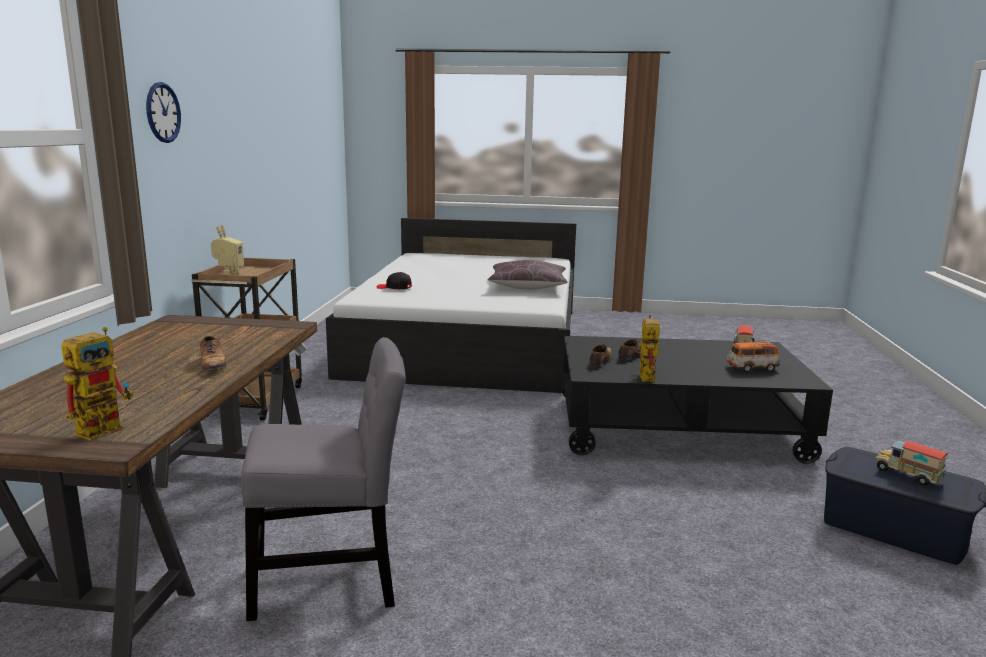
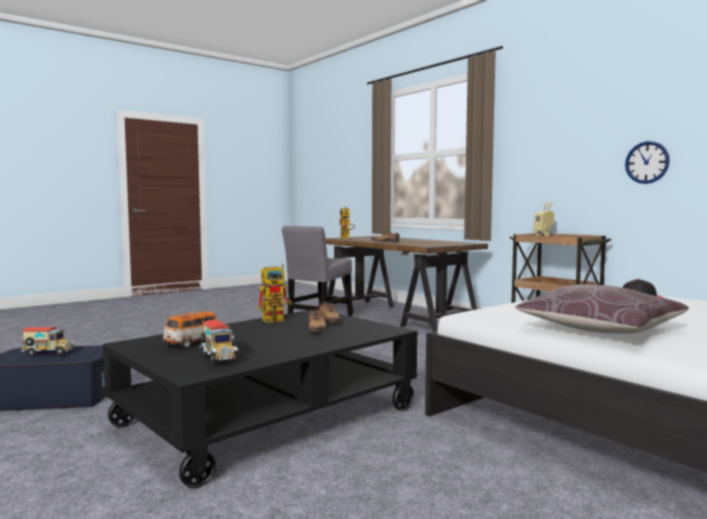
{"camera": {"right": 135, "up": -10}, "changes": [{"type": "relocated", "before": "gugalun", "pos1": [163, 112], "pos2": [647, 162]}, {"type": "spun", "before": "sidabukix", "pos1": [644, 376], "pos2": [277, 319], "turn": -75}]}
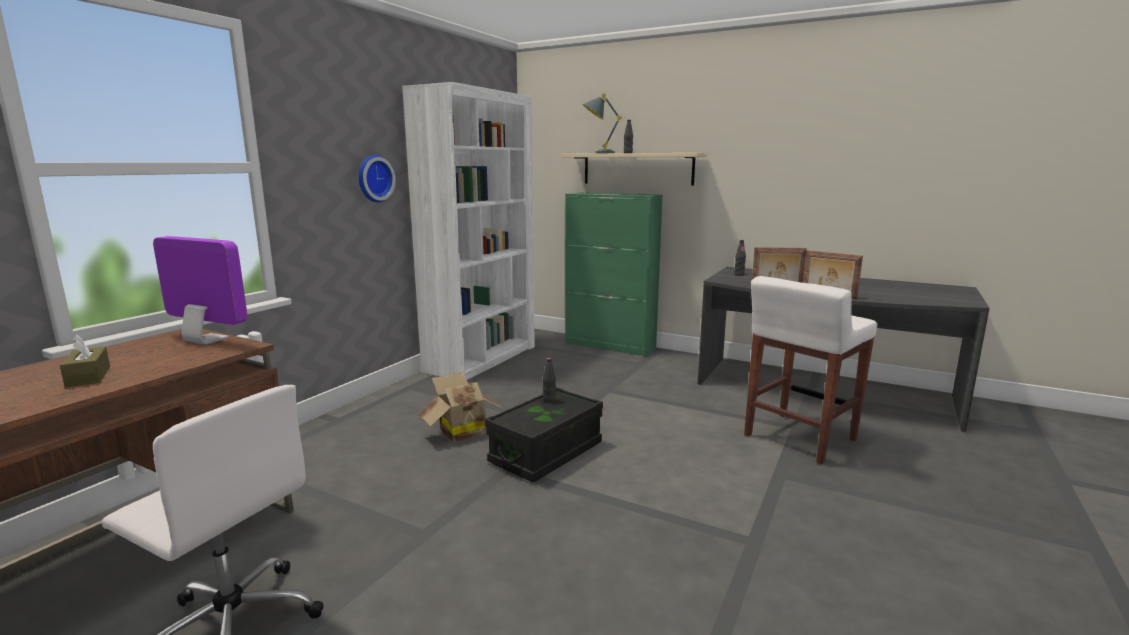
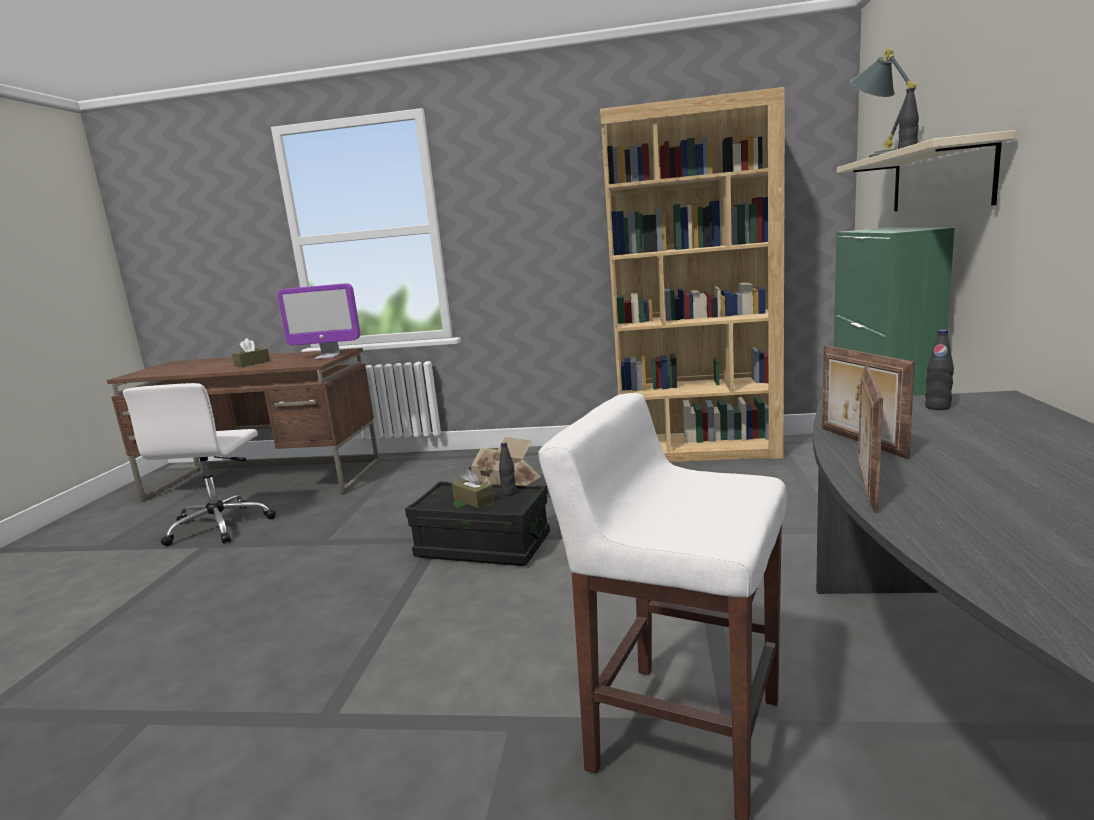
{"camera": {"right": 70, "up": 0}, "changes": [{"type": "colour", "before": "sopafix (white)", "after": "sopafix (brown)", "pos1": [482, 358], "pos2": [699, 450]}, {"type": "missing", "before": "gugalun", "pos1": [373, 178]}, {"type": "spun", "before": "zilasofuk", "pos1": [206, 340], "pos2": [327, 356], "turn": 90}, {"type": "appeared", "after": "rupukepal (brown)", "pos2": [473, 500]}]}
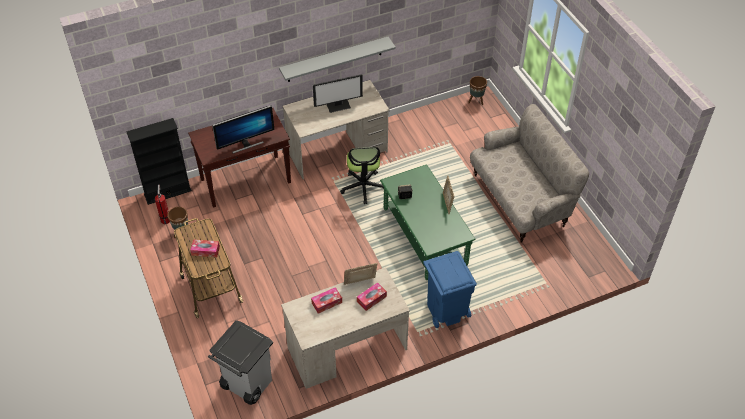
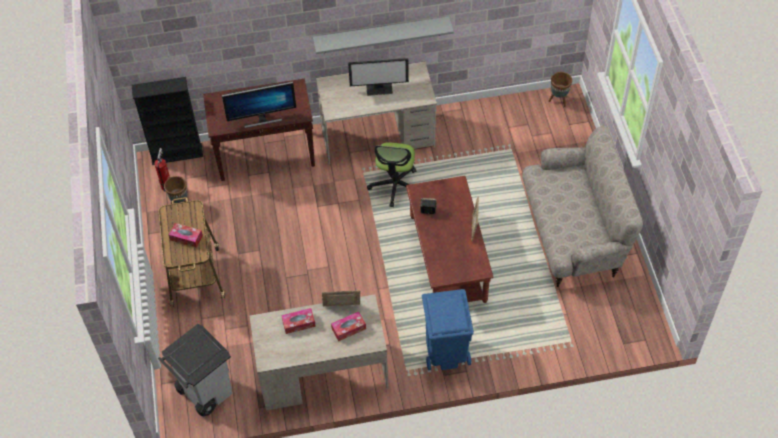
{"camera": {"right": 15, "up": 5}, "changes": [{"type": "colour", "before": "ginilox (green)", "after": "ginilox (brown)", "pos1": [424, 236], "pos2": [447, 258]}]}
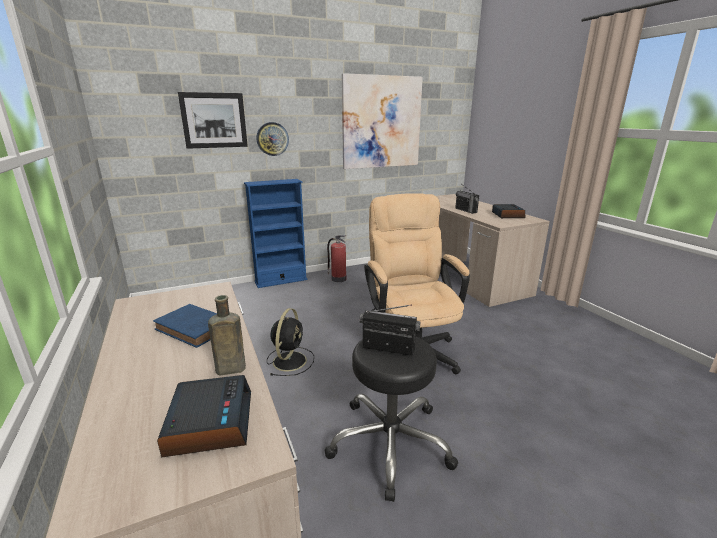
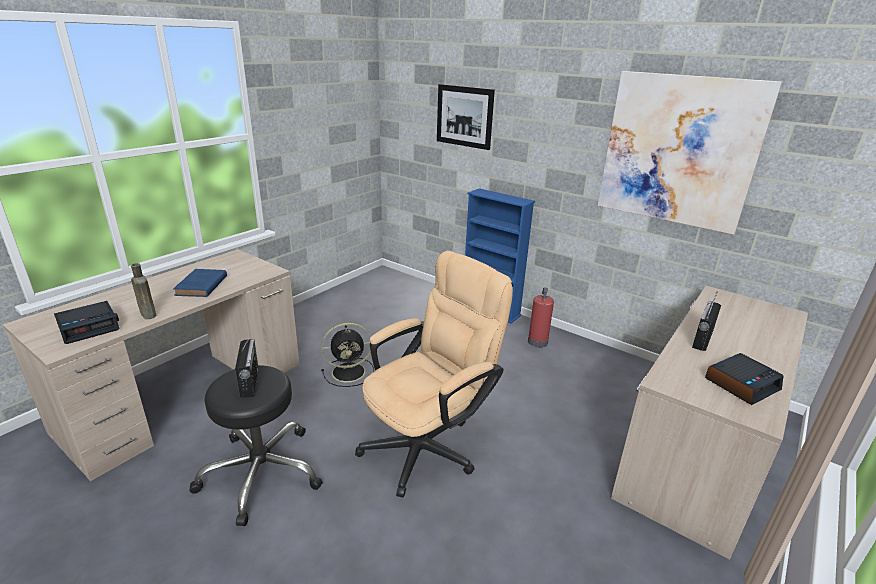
{"camera": {"right": 60, "up": 5}, "changes": [{"type": "missing", "before": "gugalun", "pos1": [272, 139]}]}
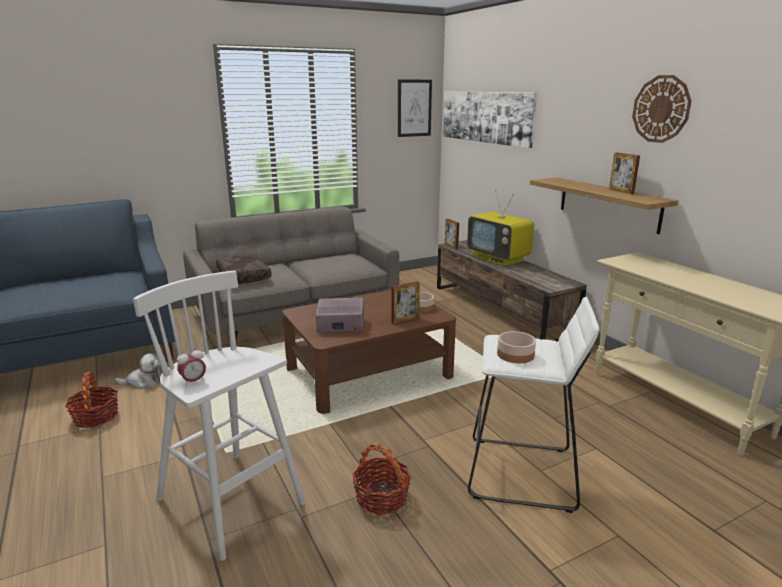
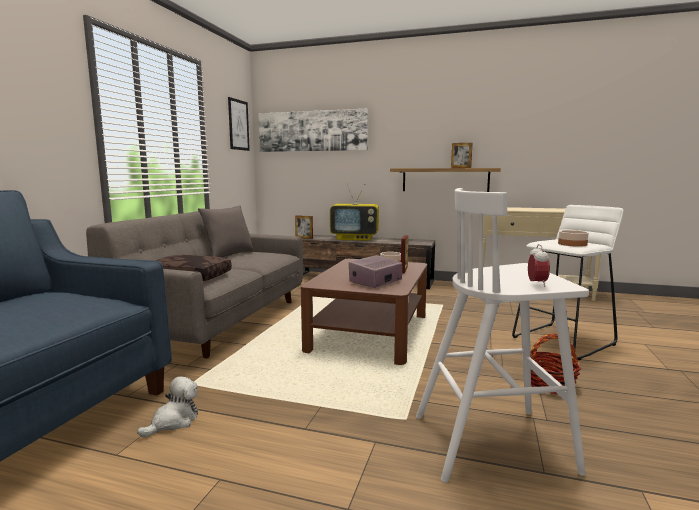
{"camera": {"right": -45, "up": -10}, "changes": [{"type": "missing", "before": "gugalun", "pos1": [661, 109]}, {"type": "missing", "before": "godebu", "pos1": [96, 417]}, {"type": "appeared", "after": "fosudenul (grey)", "pos2": [228, 255]}]}
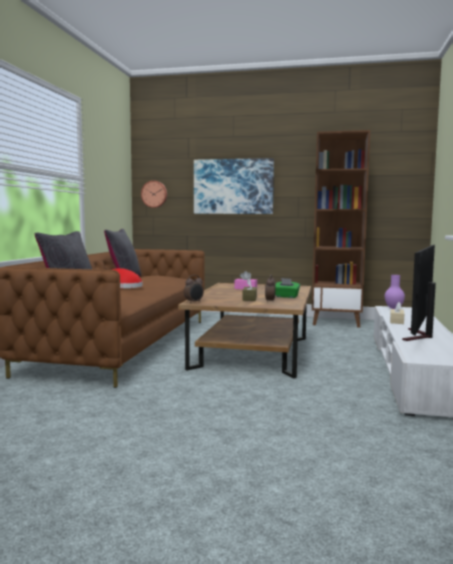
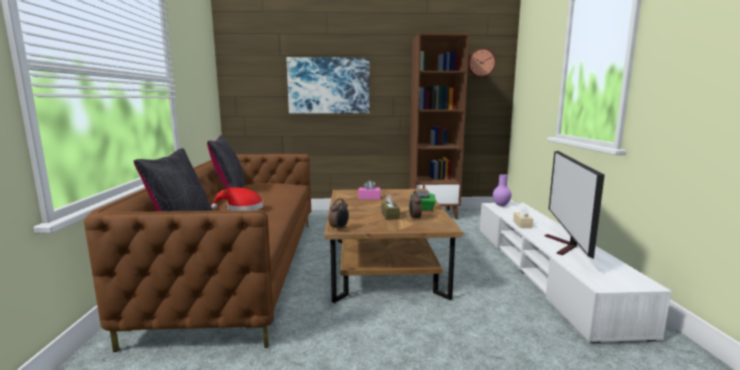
{"camera": {"right": -15, "up": 5}, "changes": [{"type": "relocated", "before": "gugalun", "pos1": [154, 194], "pos2": [481, 63]}]}
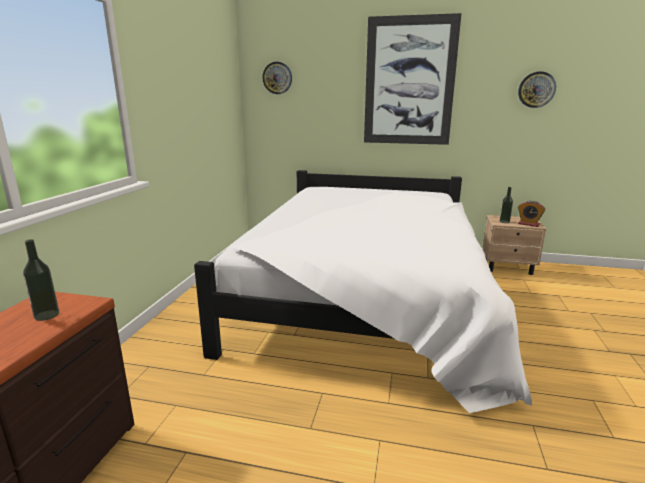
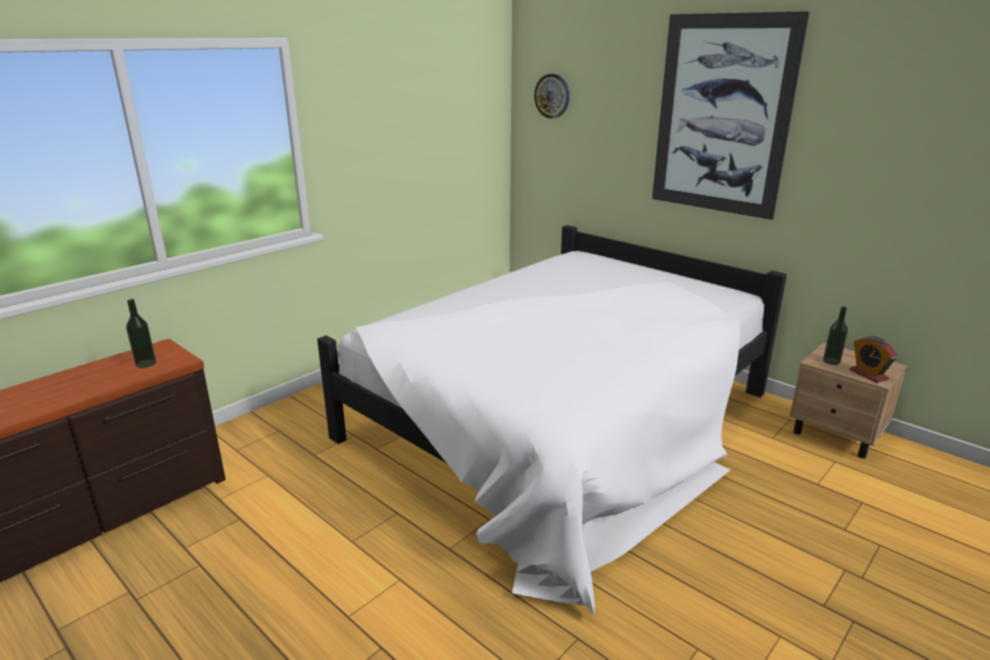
{"camera": {"right": 30, "up": 5}, "changes": [{"type": "missing", "before": "gugalun", "pos1": [536, 89]}]}
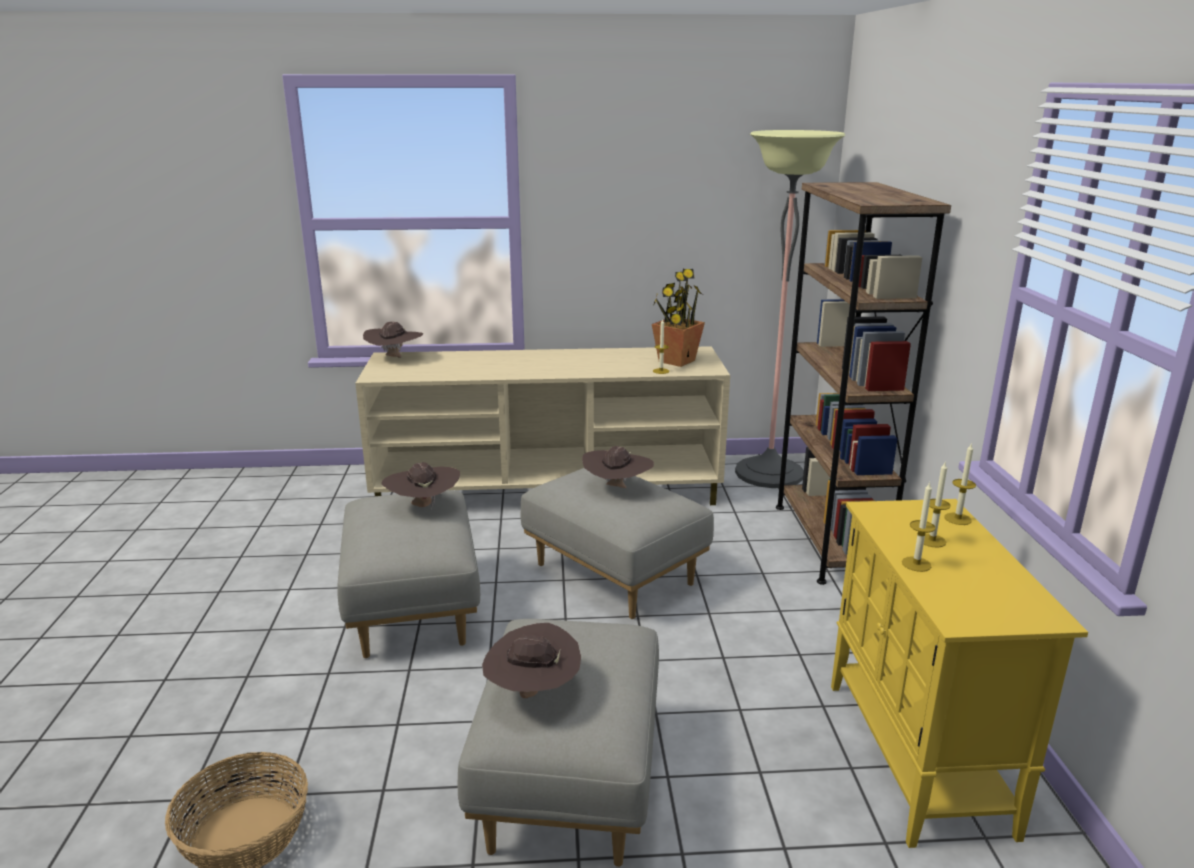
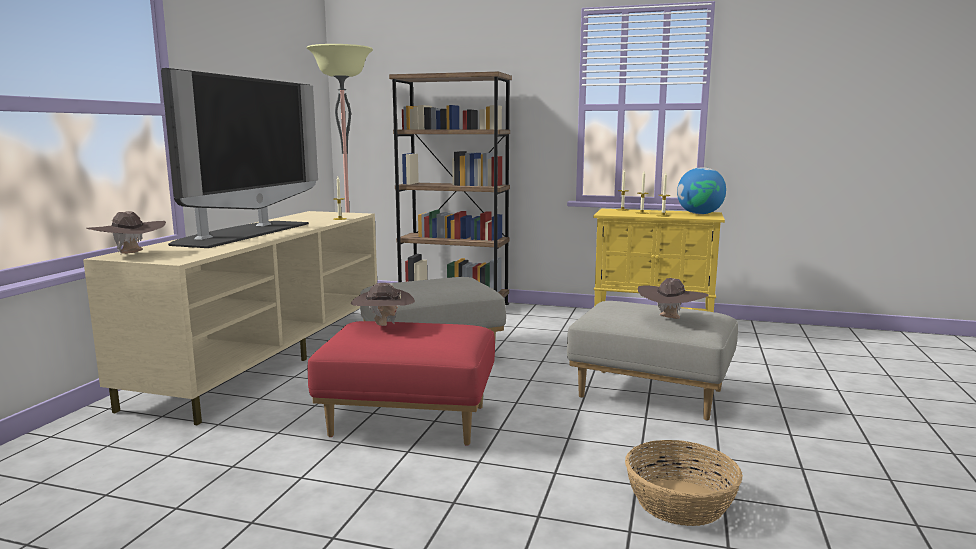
{"camera": {"right": -70, "up": -10}, "changes": [{"type": "missing", "before": "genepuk", "pos1": [676, 361]}, {"type": "missing", "before": "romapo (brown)", "pos1": [617, 488]}, {"type": "colour", "before": "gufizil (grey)", "after": "gufizil (red)", "pos1": [414, 609], "pos2": [410, 420]}, {"type": "appeared", "after": "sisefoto", "pos2": [242, 233]}, {"type": "appeared", "after": "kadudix", "pos2": [699, 214]}]}
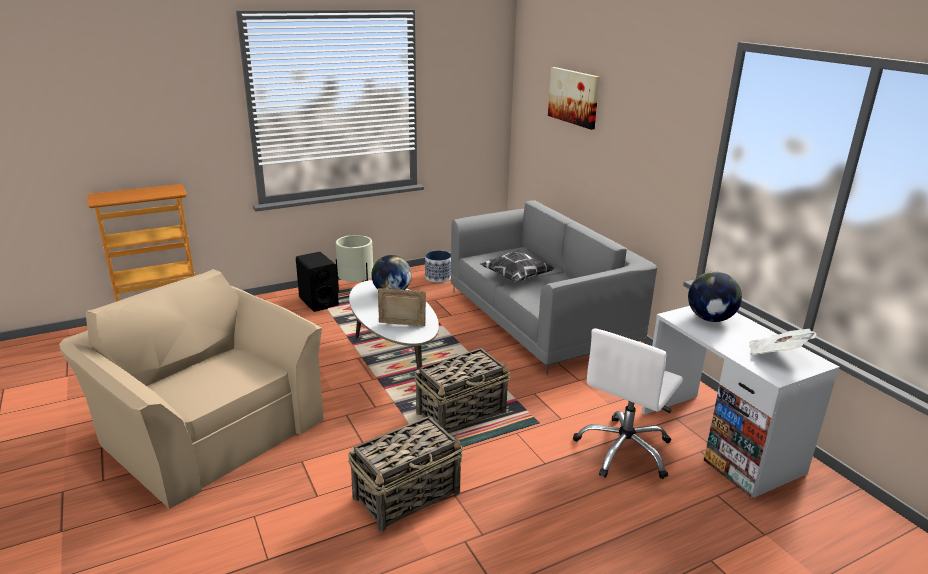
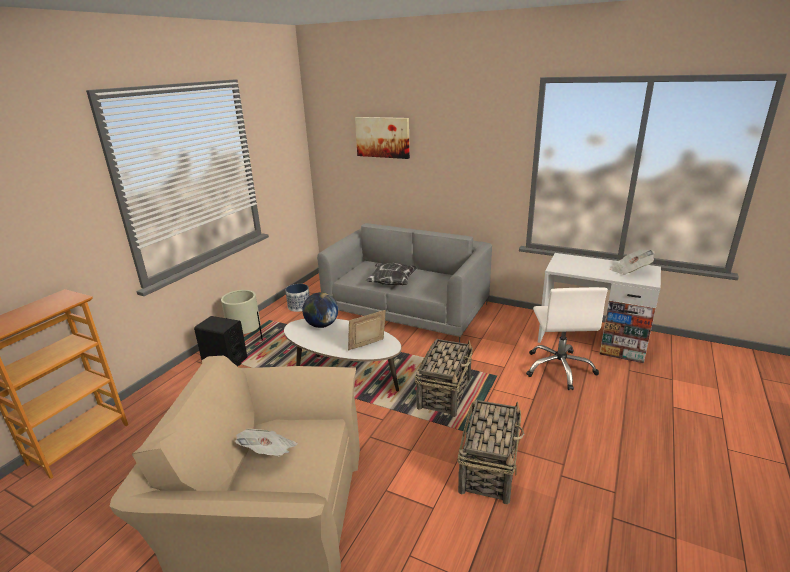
{"camera": {"right": -35, "up": 0}, "changes": [{"type": "missing", "before": "kadudix", "pos1": [710, 319]}, {"type": "appeared", "after": "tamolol", "pos2": [269, 453]}]}
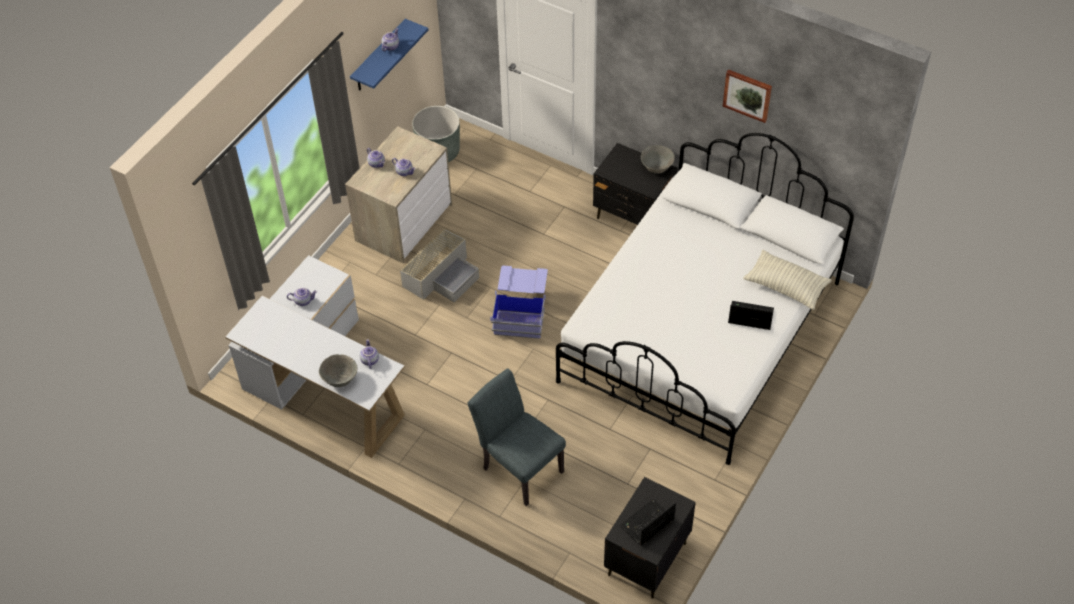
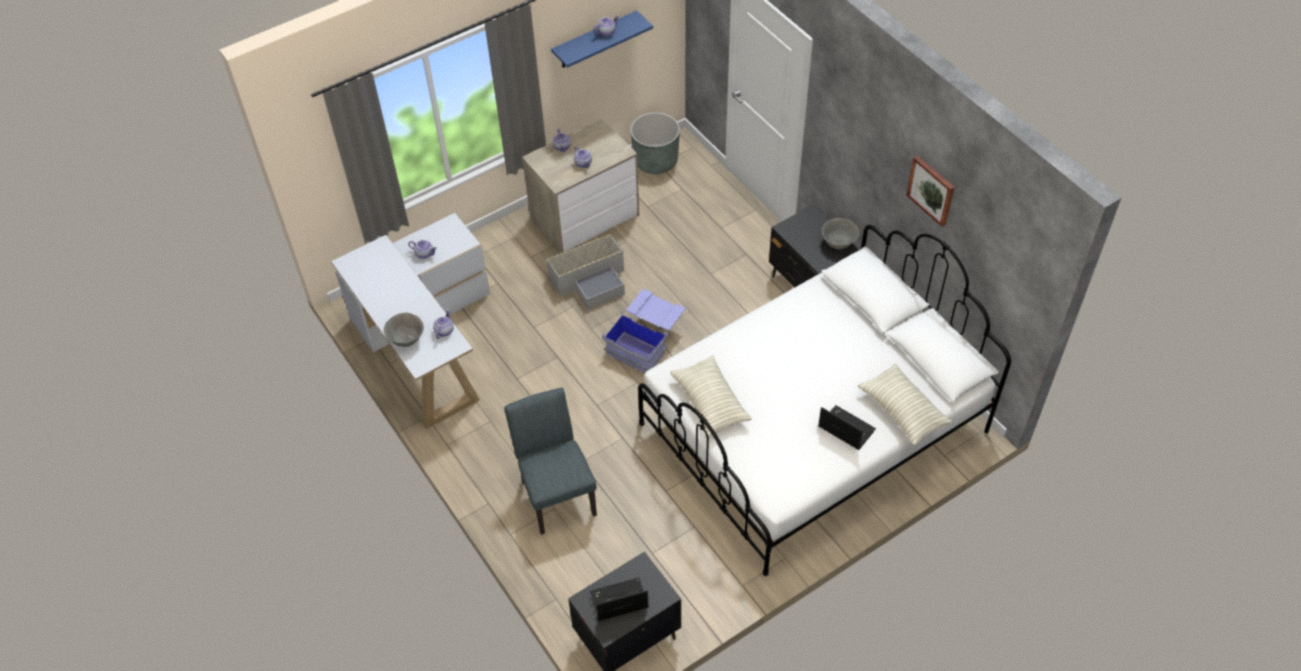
{"camera": {"right": 25, "up": 0}, "changes": [{"type": "appeared", "after": "fosudenul", "pos2": [710, 403]}]}
